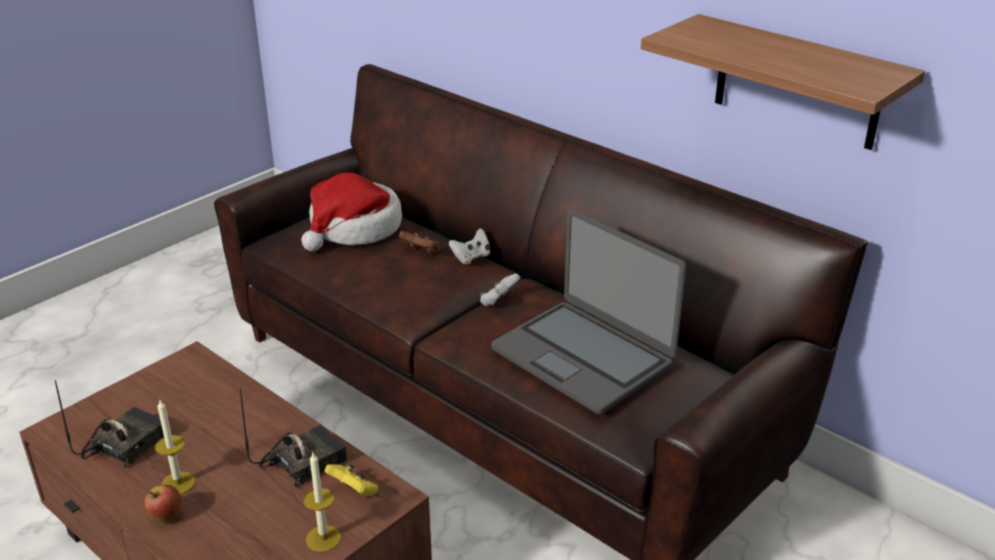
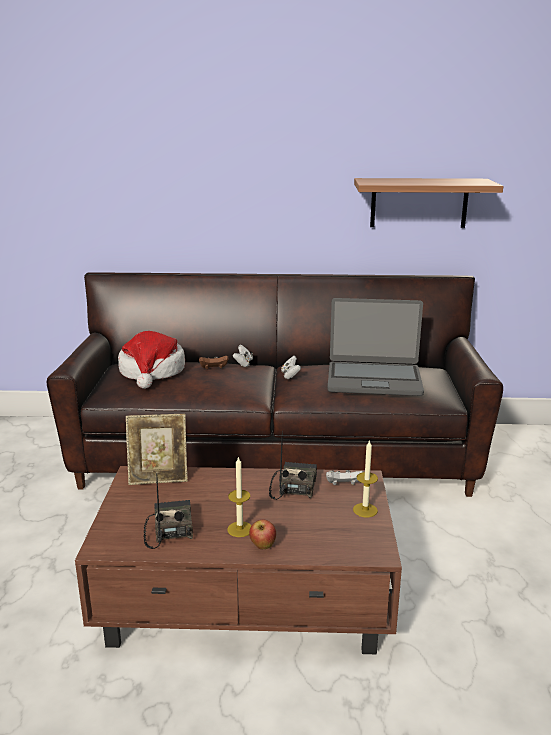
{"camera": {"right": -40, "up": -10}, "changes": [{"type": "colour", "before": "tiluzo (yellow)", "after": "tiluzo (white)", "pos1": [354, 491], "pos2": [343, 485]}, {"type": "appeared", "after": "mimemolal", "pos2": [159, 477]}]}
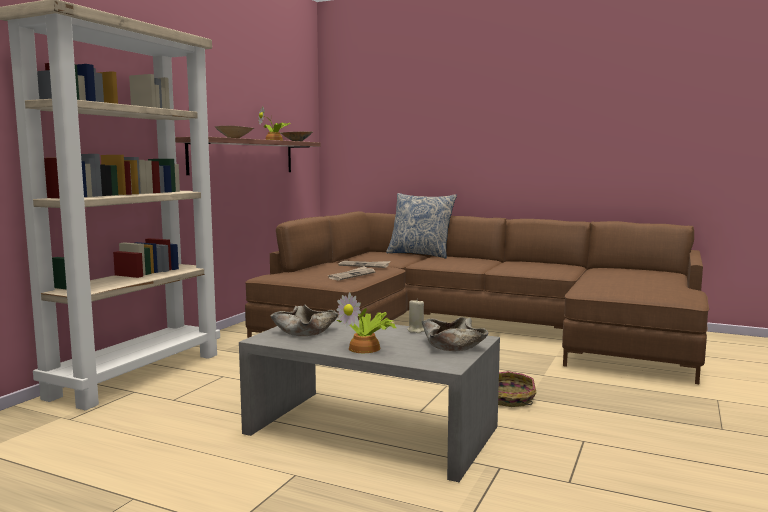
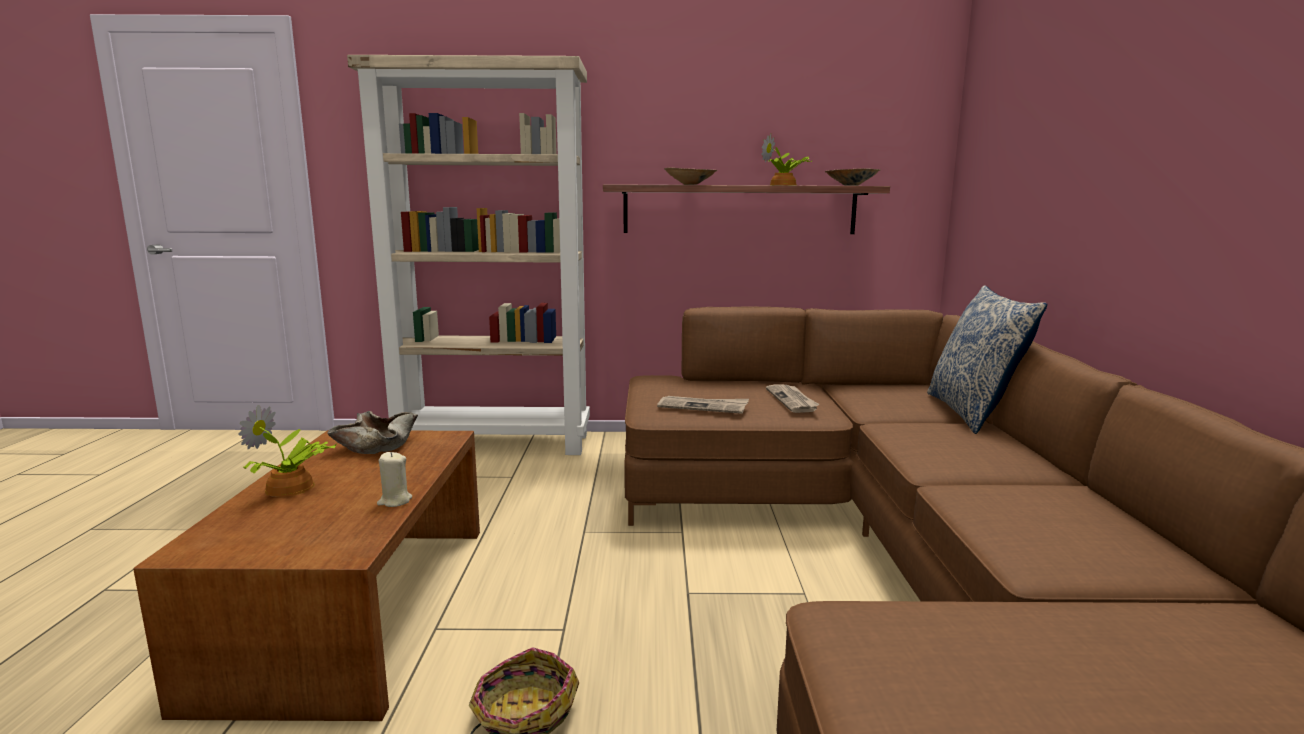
{"camera": {"right": 65, "up": 5}, "changes": [{"type": "missing", "before": "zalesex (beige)", "pos1": [453, 345]}, {"type": "colour", "before": "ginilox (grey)", "after": "ginilox (brown)", "pos1": [371, 430], "pos2": [357, 606]}]}
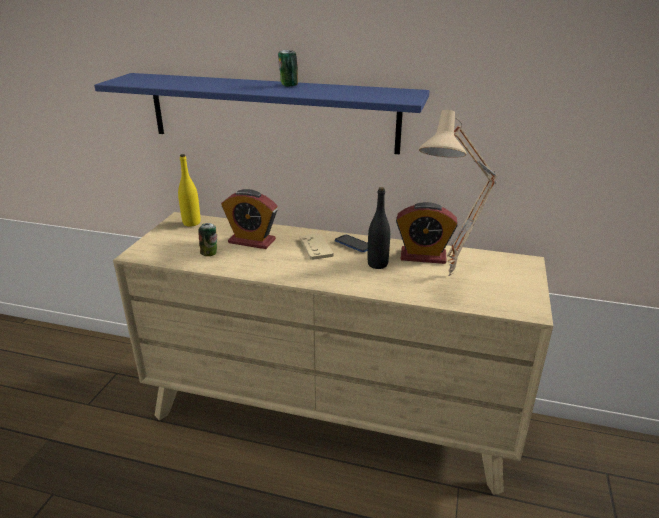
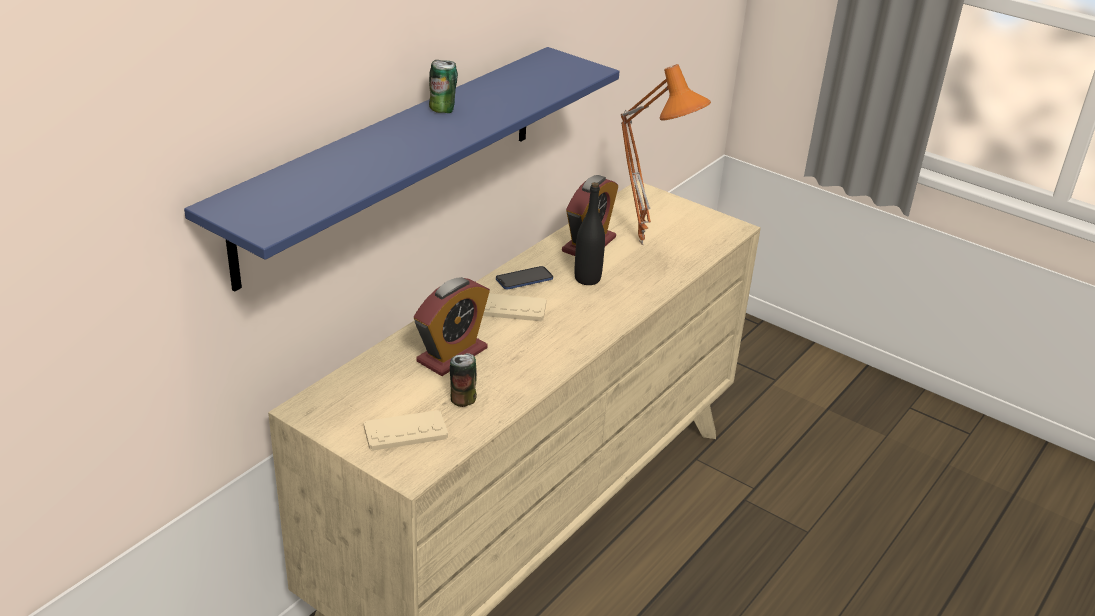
{"camera": {"right": -70, "up": 5}, "changes": [{"type": "colour", "before": "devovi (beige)", "after": "devovi (orange)", "pos1": [453, 276], "pos2": [644, 242]}, {"type": "missing", "before": "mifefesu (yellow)", "pos1": [191, 223]}, {"type": "appeared", "after": "tiluzo (beige)", "pos2": [405, 432]}]}
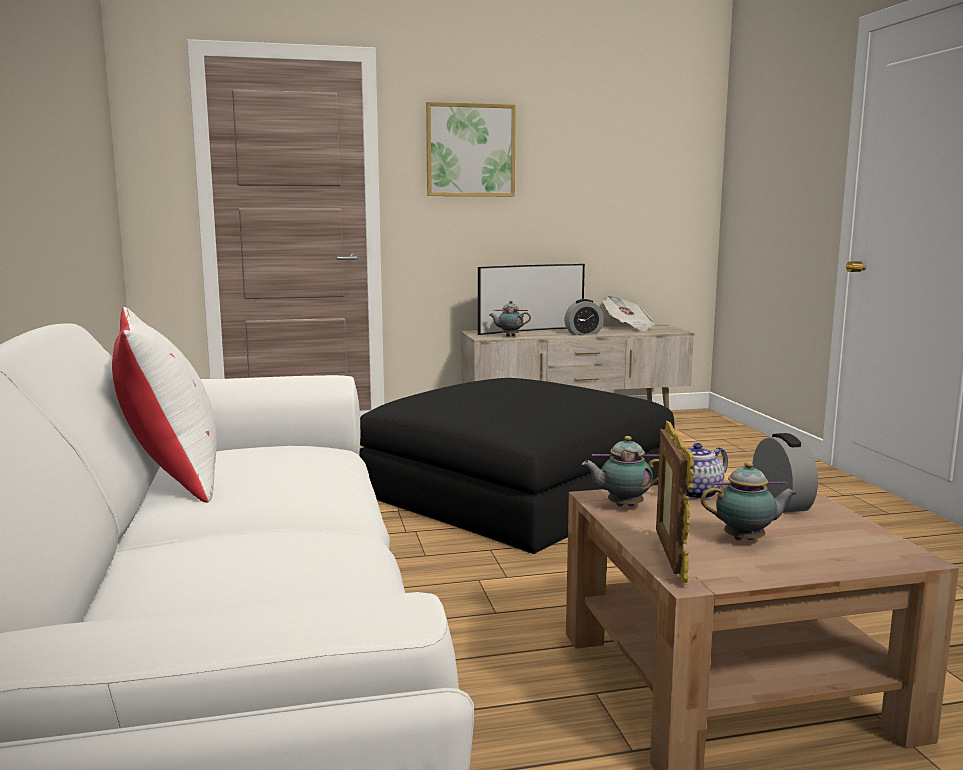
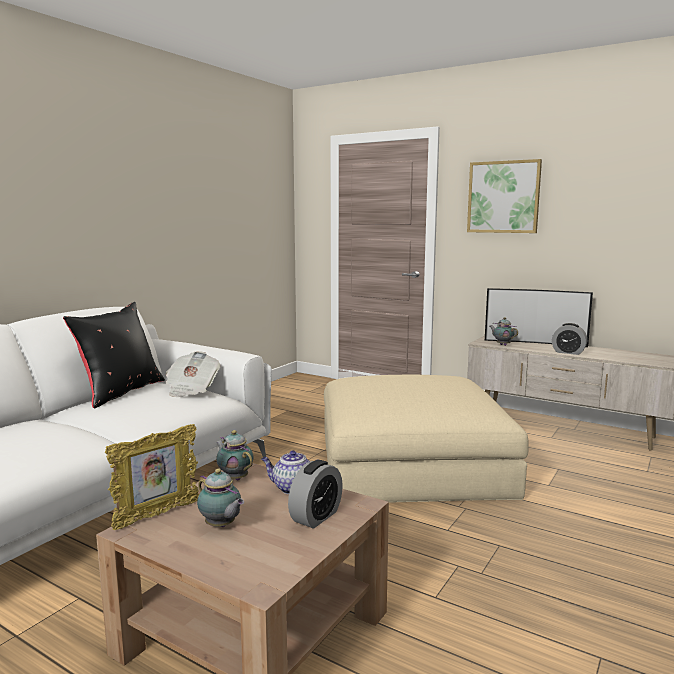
{"camera": {"right": 45, "up": 0}, "changes": [{"type": "relocated", "before": "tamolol", "pos1": [628, 327], "pos2": [191, 389]}, {"type": "colour", "before": "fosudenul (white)", "after": "fosudenul (black)", "pos1": [171, 476], "pos2": [120, 392]}, {"type": "colour", "before": "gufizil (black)", "after": "gufizil (beige)", "pos1": [516, 491], "pos2": [411, 462]}]}
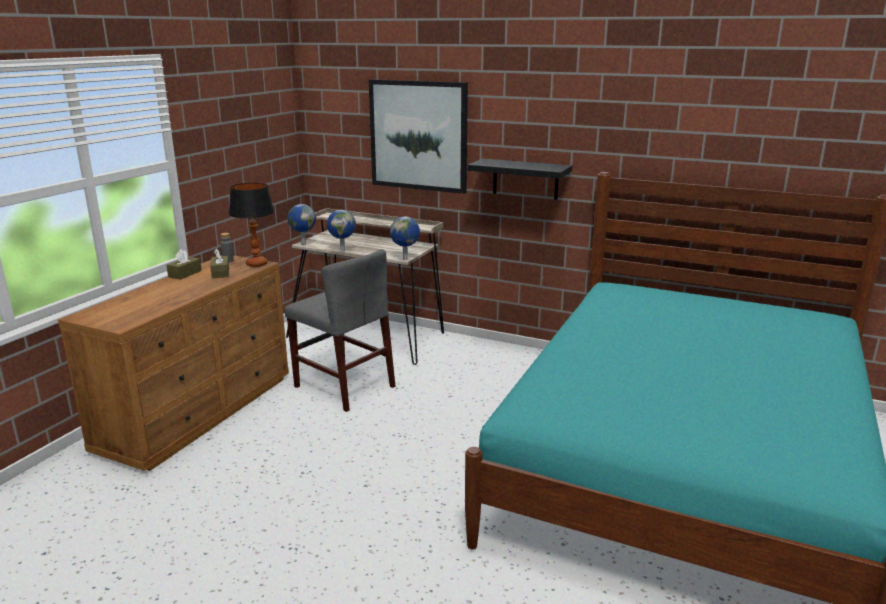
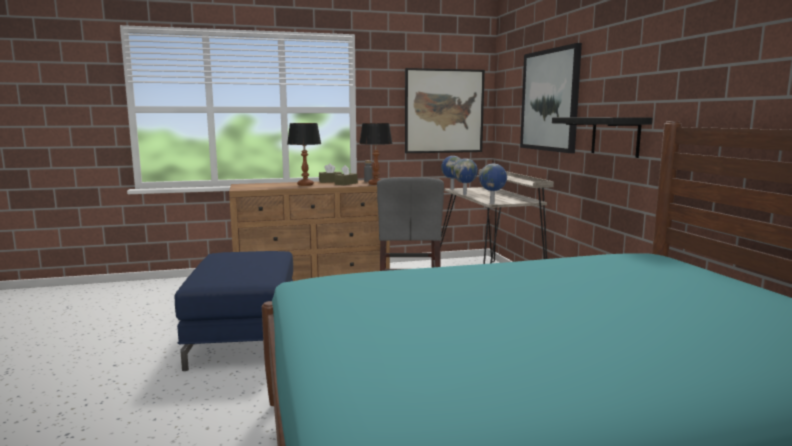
{"camera": {"right": 50, "up": -10}, "changes": [{"type": "appeared", "after": "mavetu", "pos2": [444, 111]}, {"type": "appeared", "after": "devovi", "pos2": [305, 185]}, {"type": "appeared", "after": "gufizil (blue)", "pos2": [243, 339]}]}
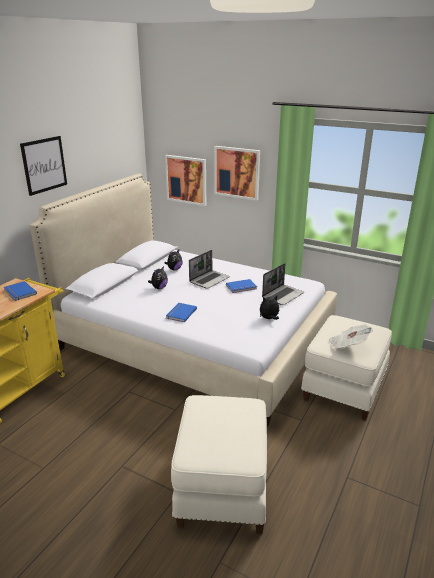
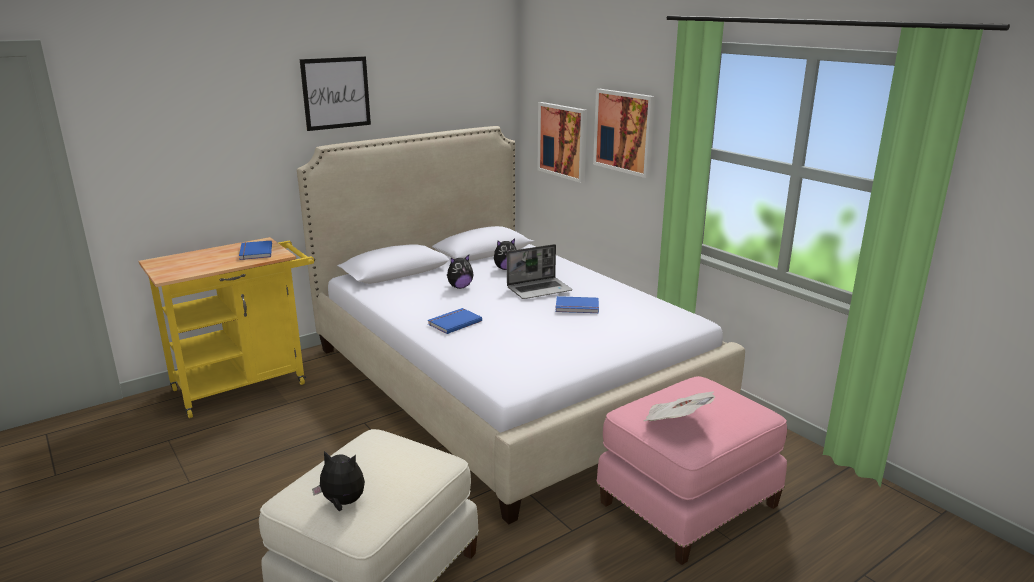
{"camera": {"right": 25, "up": -5}, "changes": [{"type": "missing", "before": "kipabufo", "pos1": [283, 295]}, {"type": "relocated", "before": "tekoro", "pos1": [269, 318], "pos2": [342, 503]}, {"type": "colour", "before": "gufizil (white)", "after": "gufizil (pink)", "pos1": [343, 386], "pos2": [686, 502]}]}
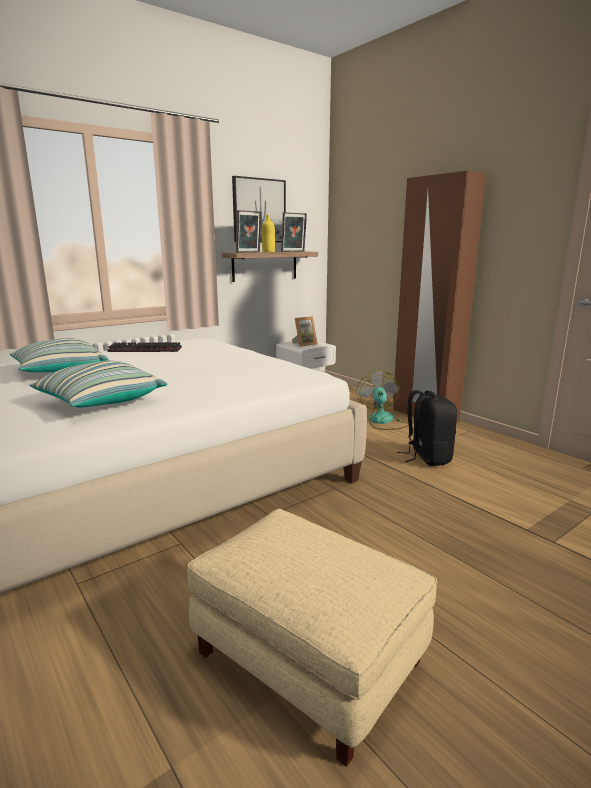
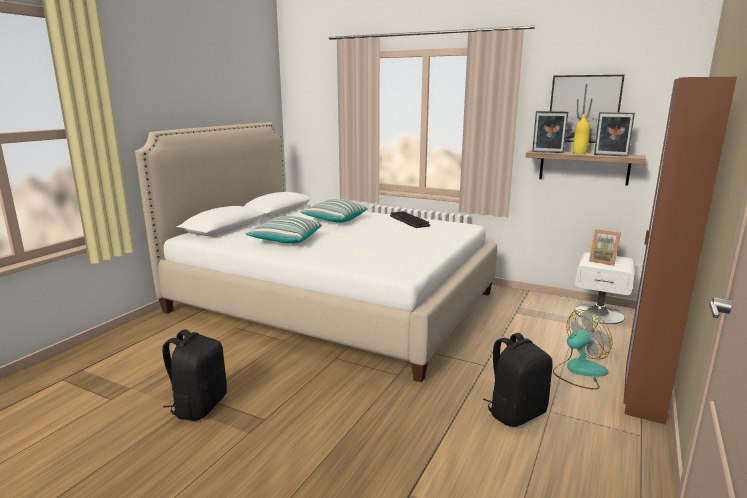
{"camera": {"right": 65, "up": 0}, "changes": [{"type": "exchanged", "before": "gufizil (beige)", "after": "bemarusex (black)", "pos1": [306, 658], "pos2": [199, 406]}]}
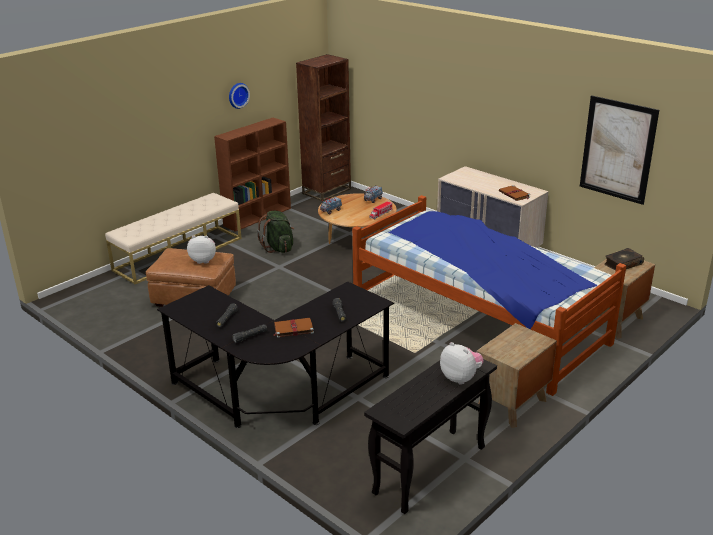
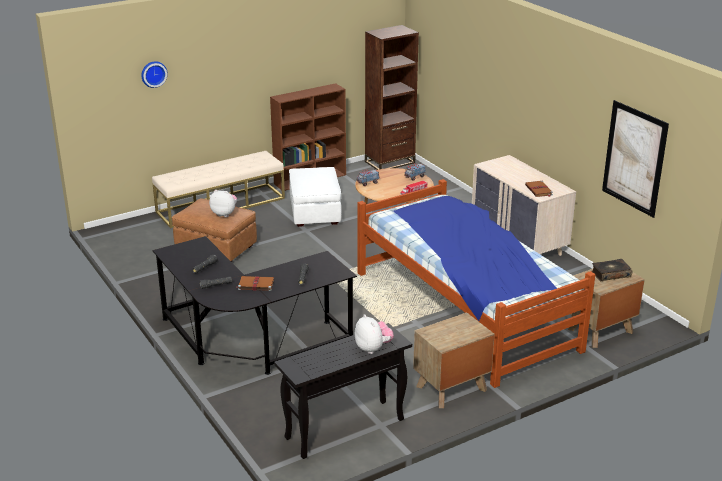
{"camera": {"right": 15, "up": 0}, "changes": [{"type": "relocated", "before": "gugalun", "pos1": [237, 95], "pos2": [153, 73]}, {"type": "exchanged", "before": "bemarusex (green)", "after": "gufizil (white)", "pos1": [279, 248], "pos2": [314, 212]}]}
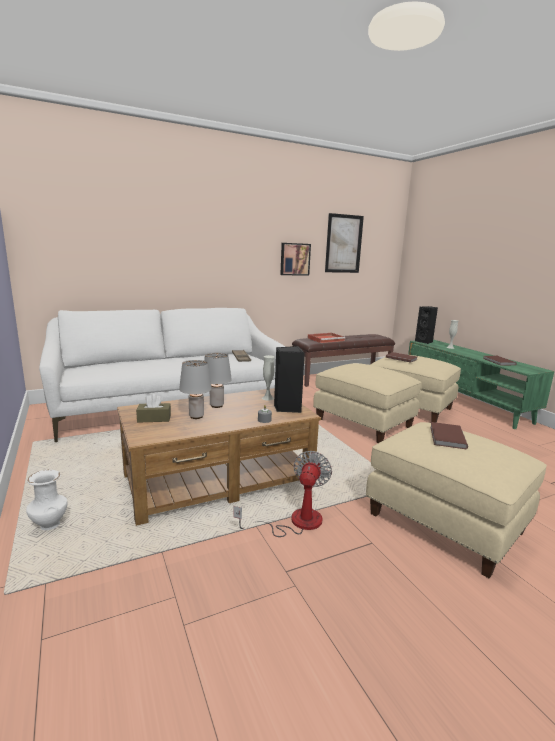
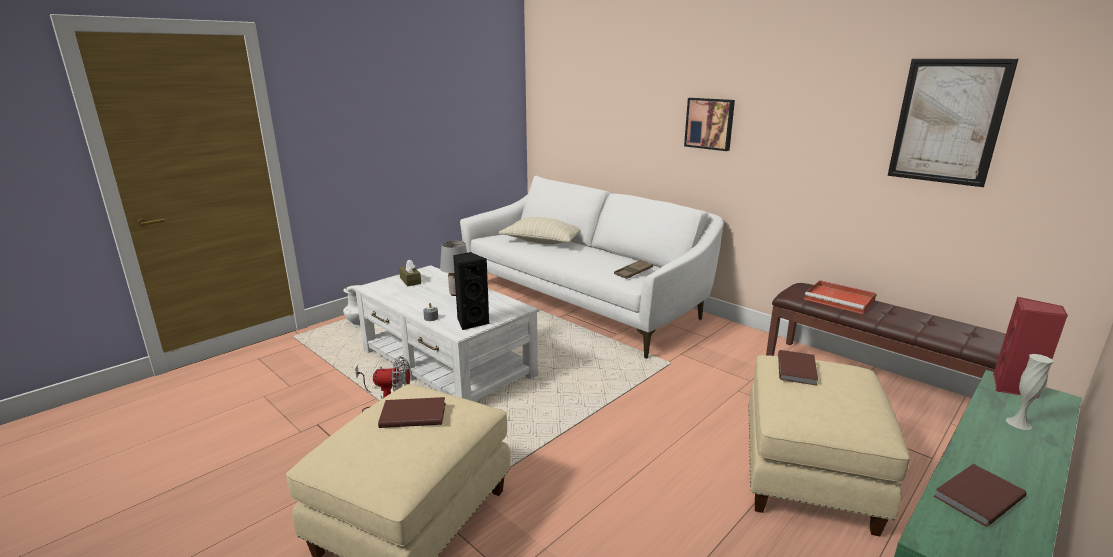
{"camera": {"right": 70, "up": 5}, "changes": [{"type": "relocated", "before": "mavetu", "pos1": [294, 259], "pos2": [710, 123]}, {"type": "colour", "before": "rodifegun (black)", "after": "rodifegun (red)", "pos1": [424, 342], "pos2": [1014, 387]}, {"type": "missing", "before": "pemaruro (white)", "pos1": [267, 398]}, {"type": "missing", "before": "devovi (grey)", "pos1": [196, 416]}, {"type": "missing", "before": "gufizil (beige)", "pos1": [362, 423]}, {"type": "colour", "before": "ginilox (brown)", "after": "ginilox (white)", "pos1": [219, 479], "pos2": [446, 363]}, {"type": "appeared", "after": "fosudenul (beige)", "pos2": [542, 242]}]}
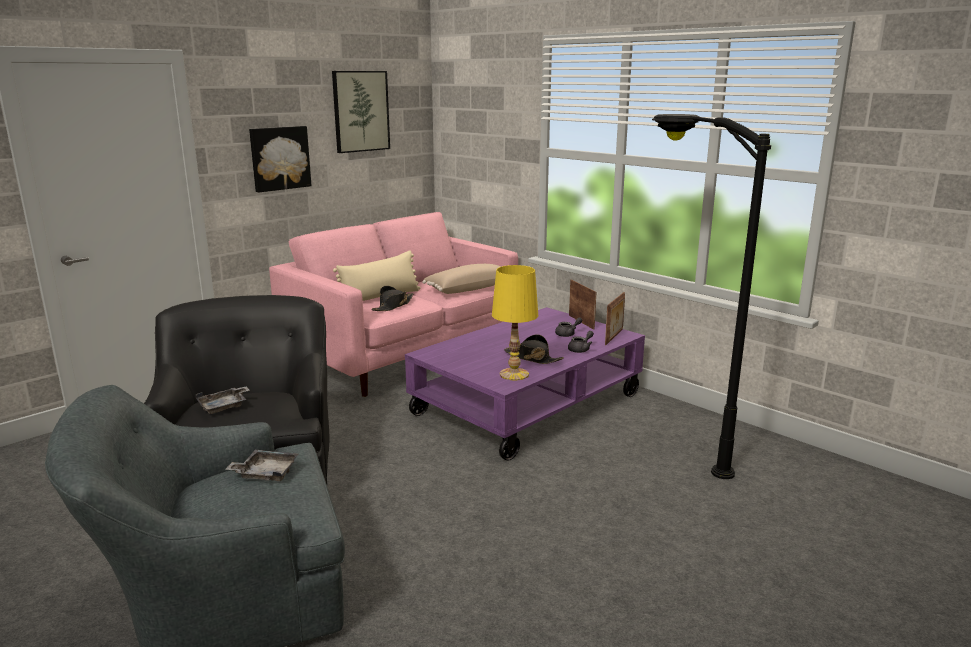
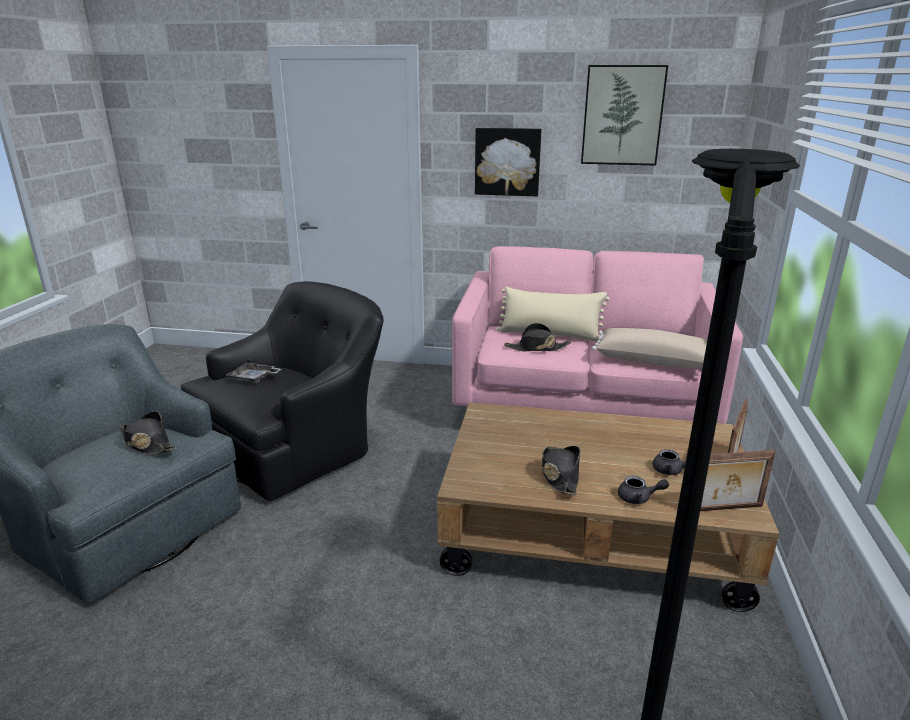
{"camera": {"right": 55, "up": 5}, "changes": [{"type": "missing", "before": "devovi (yellow)", "pos1": [514, 374]}, {"type": "colour", "before": "ginilox (purple)", "after": "ginilox (brown)", "pos1": [527, 404], "pos2": [590, 530]}, {"type": "exchanged", "before": "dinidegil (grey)", "after": "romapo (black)", "pos1": [265, 473], "pos2": [147, 443]}]}
